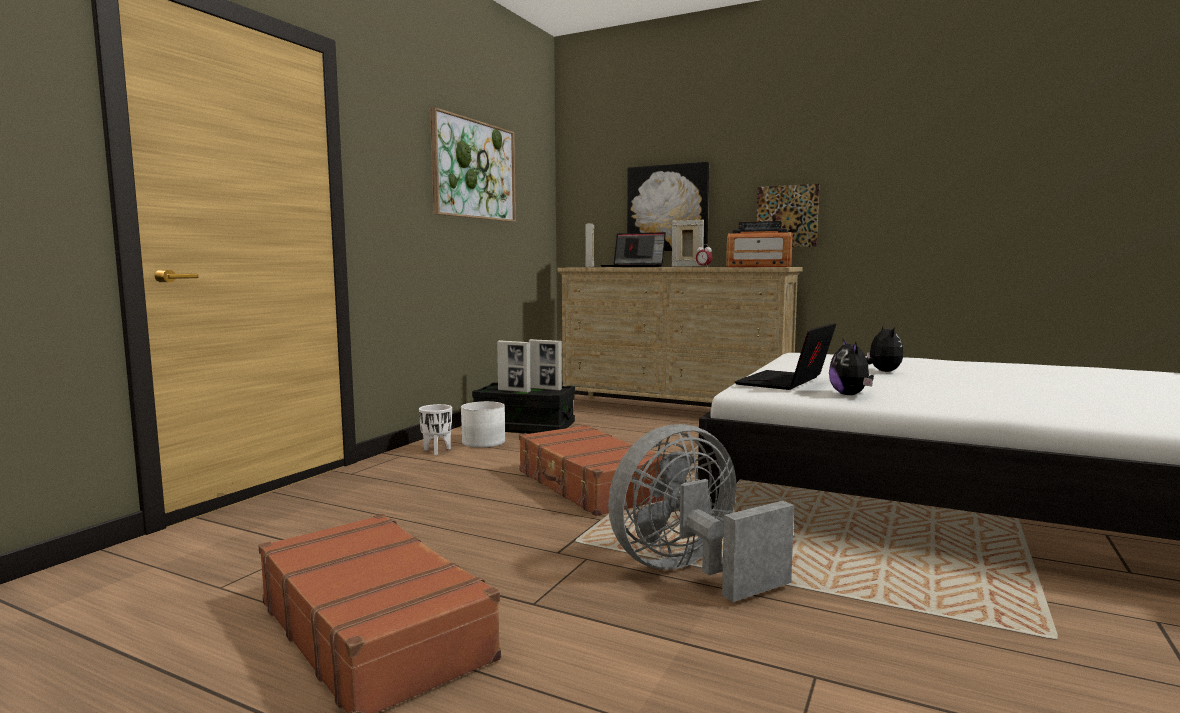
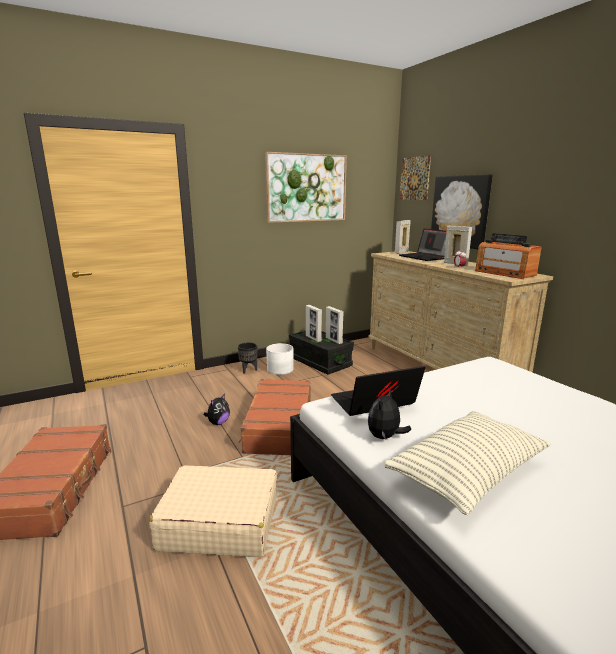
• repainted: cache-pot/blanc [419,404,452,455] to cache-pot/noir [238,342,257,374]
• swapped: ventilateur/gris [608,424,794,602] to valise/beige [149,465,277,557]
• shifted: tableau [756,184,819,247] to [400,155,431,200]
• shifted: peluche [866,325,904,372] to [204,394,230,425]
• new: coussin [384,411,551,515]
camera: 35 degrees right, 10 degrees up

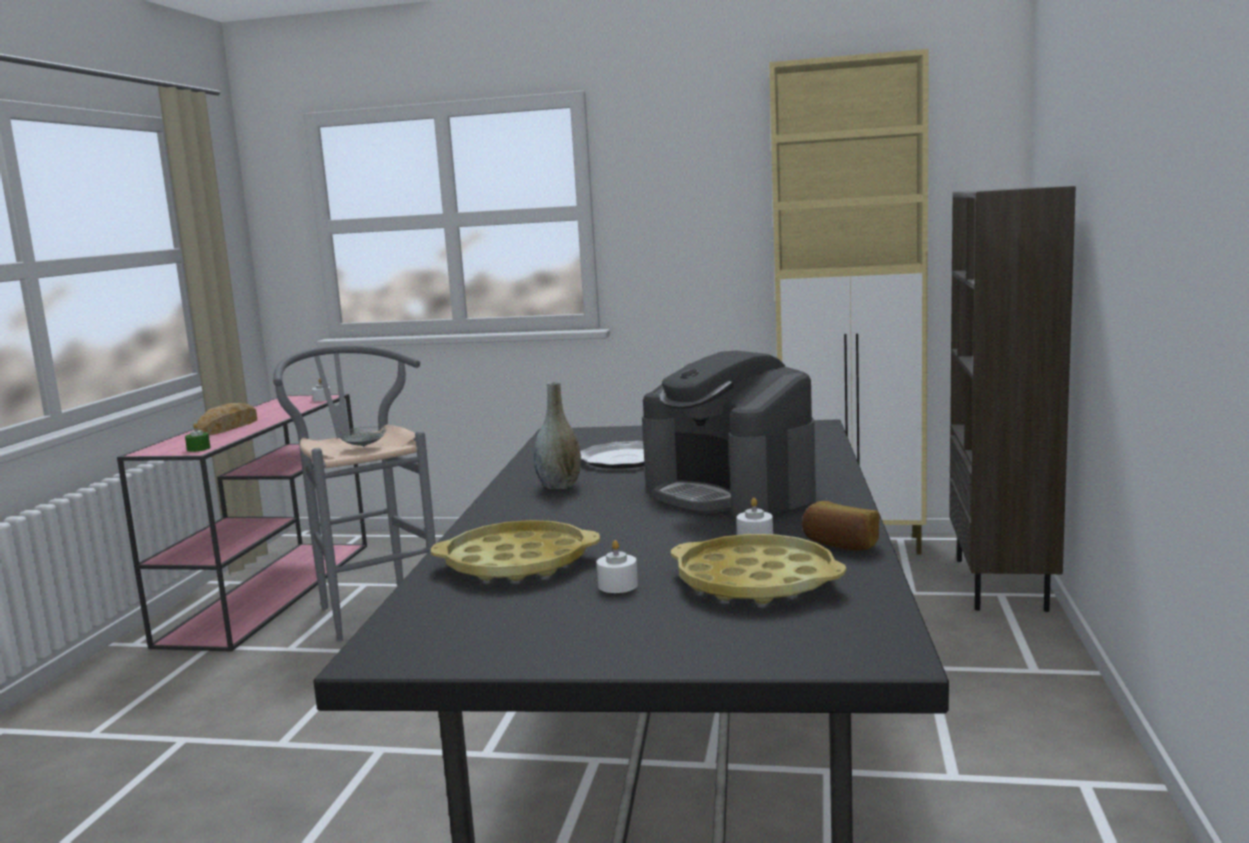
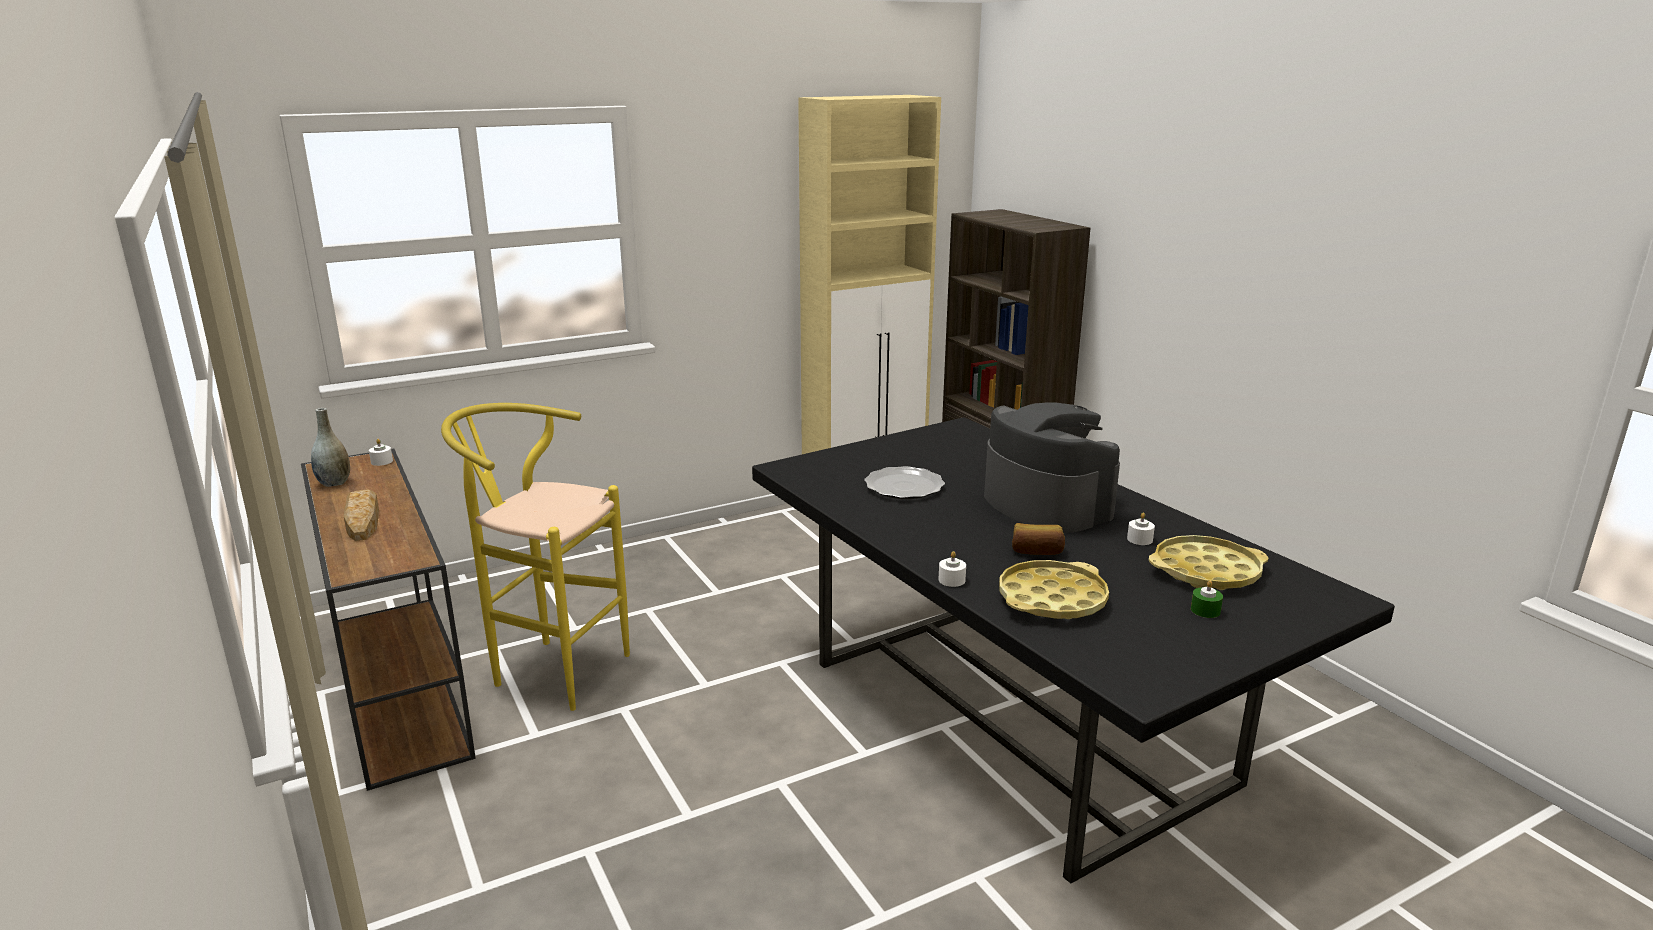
• repainted: table console/rose [117,394,367,652] to table console/marron [301,449,476,791]
• shifted: bougie/vert [185,423,211,452] to [1191,580,1223,618]
• repainted: tabouret/gris [273,345,436,641] to tabouret/jaune [441,403,630,711]
• gone: assiette/gris [338,427,386,447]
• shifted: vase/gris [534,382,581,489] to [311,408,350,487]
• shifted: bougie/blanc [597,540,638,593] to [938,551,966,587]
• rotated: machine à café [642,351,816,517] = [984,403,1120,533] 135 degrees counterclockwise
• shifted: pain [802,501,879,551] to [1012,523,1065,555]
camera: 40 degrees left, 10 degrees up

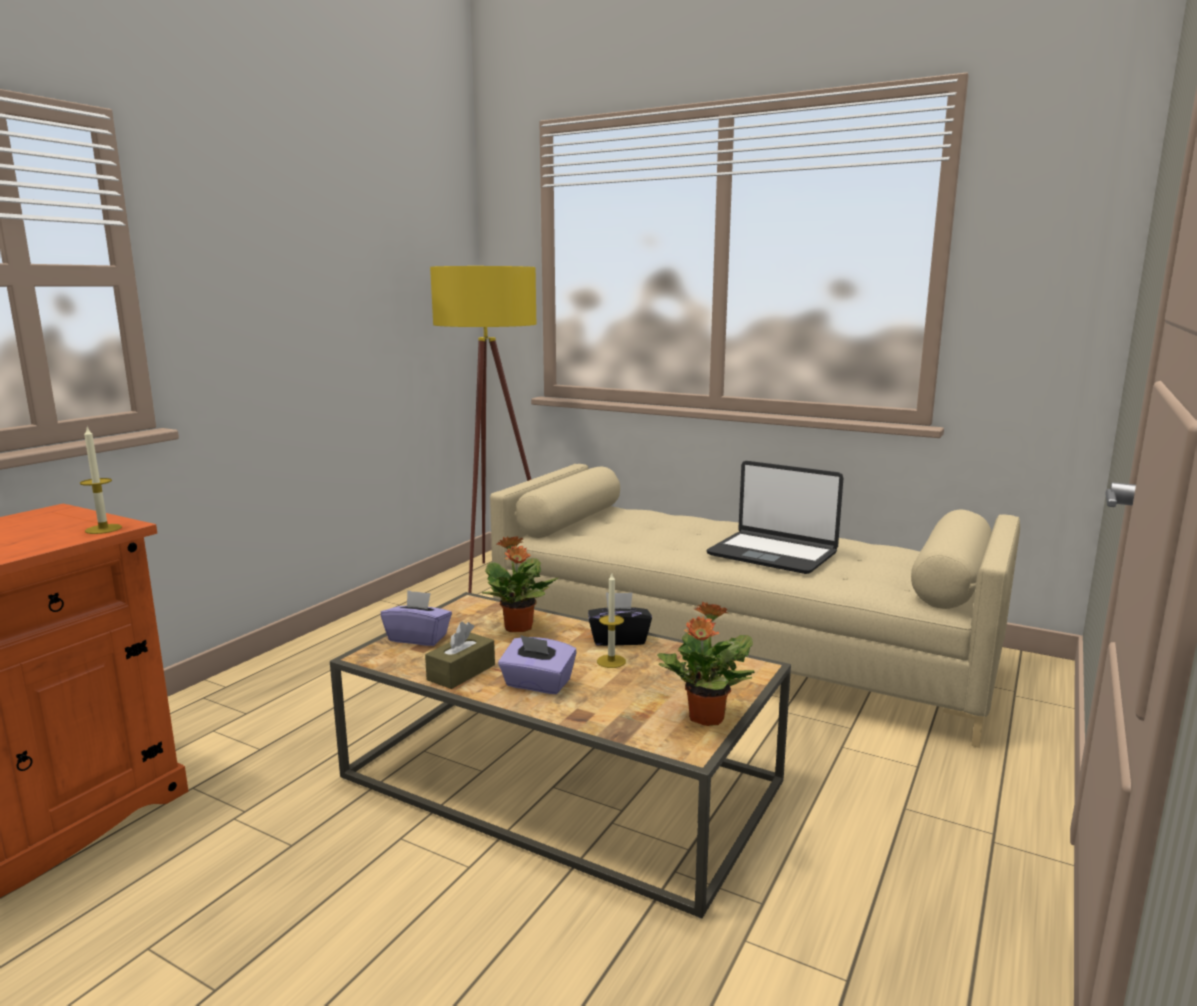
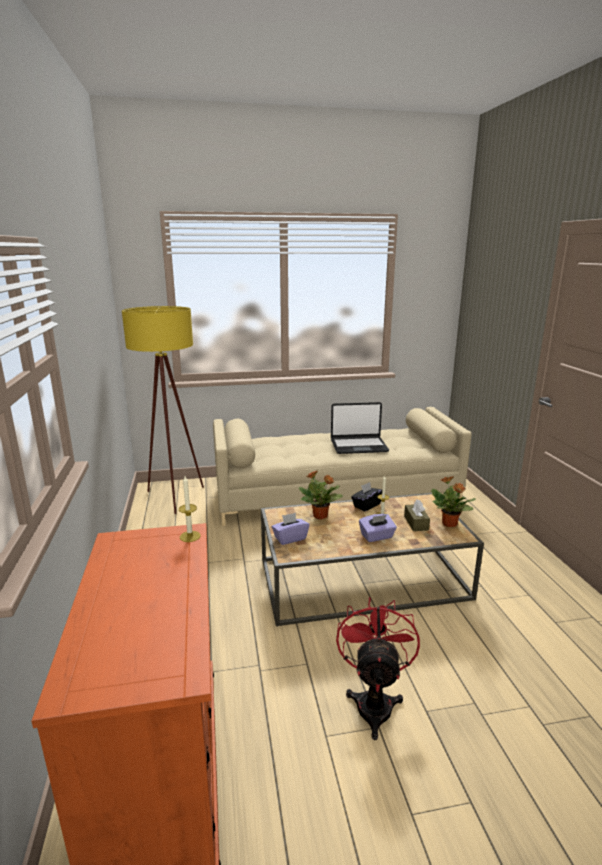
• shifted: boîte à mouchoirs/marron [425,622,495,689] to [404,500,430,531]
• new: ventilateur/rouge [336,597,420,740]
camera: 40 degrees left, 5 degrees up

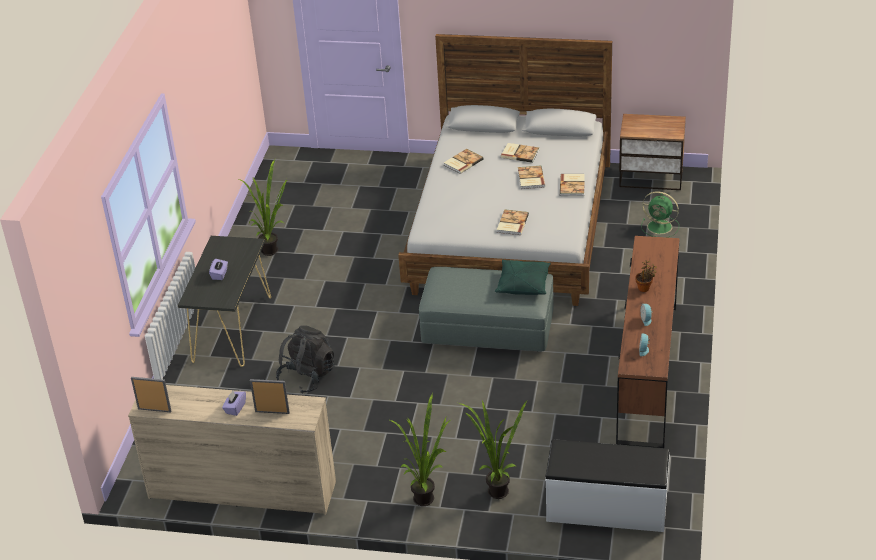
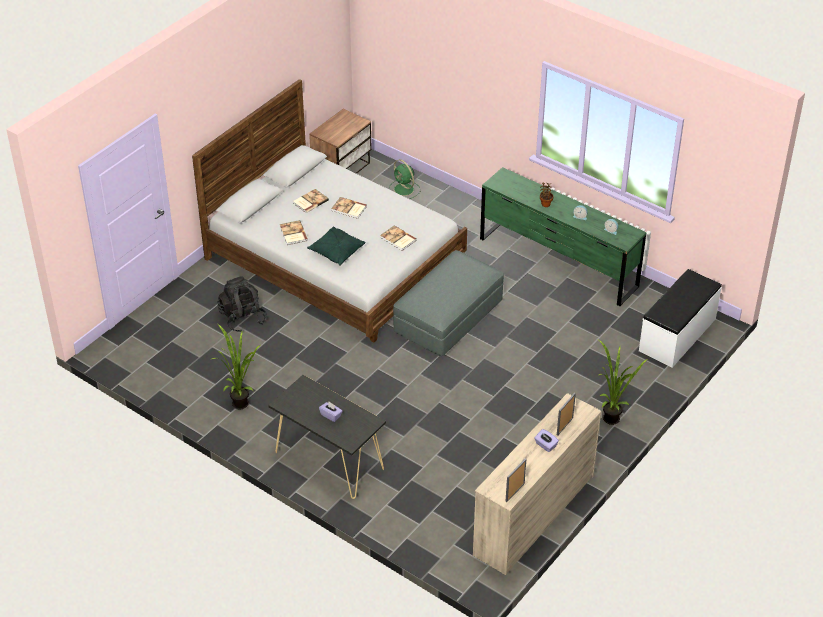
• shifted: sac à dos/noir [276,325,335,394] to [217,276,267,332]
• gone: plante en pot [459,401,527,499]
• shifted: coussin/vert [495,260,551,295] to [307,226,366,265]
• gone: livre [560,174,585,196]
• repainted: commode/marron [616,236,680,448] to commode/vert [480,167,646,306]
• rotated: ventilateur/vert [641,191,679,238] = [389,159,421,199] 90 degrees clockwise
camera: 65 degrees left, 5 degrees up

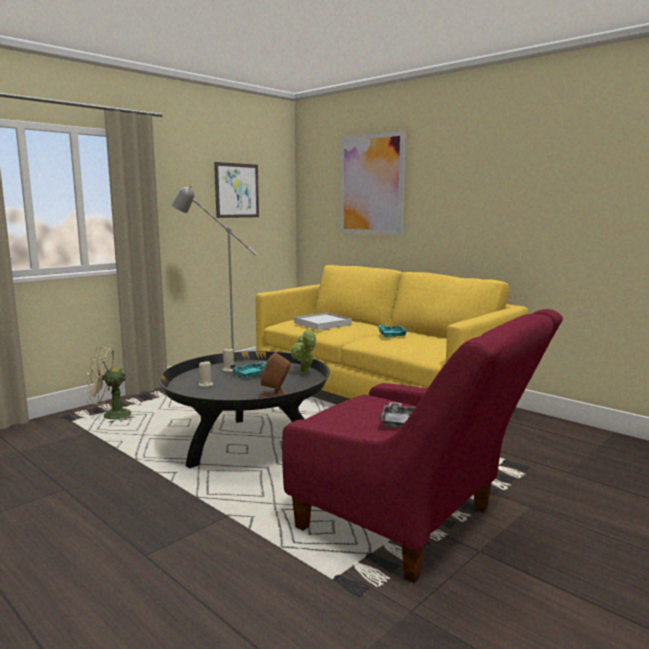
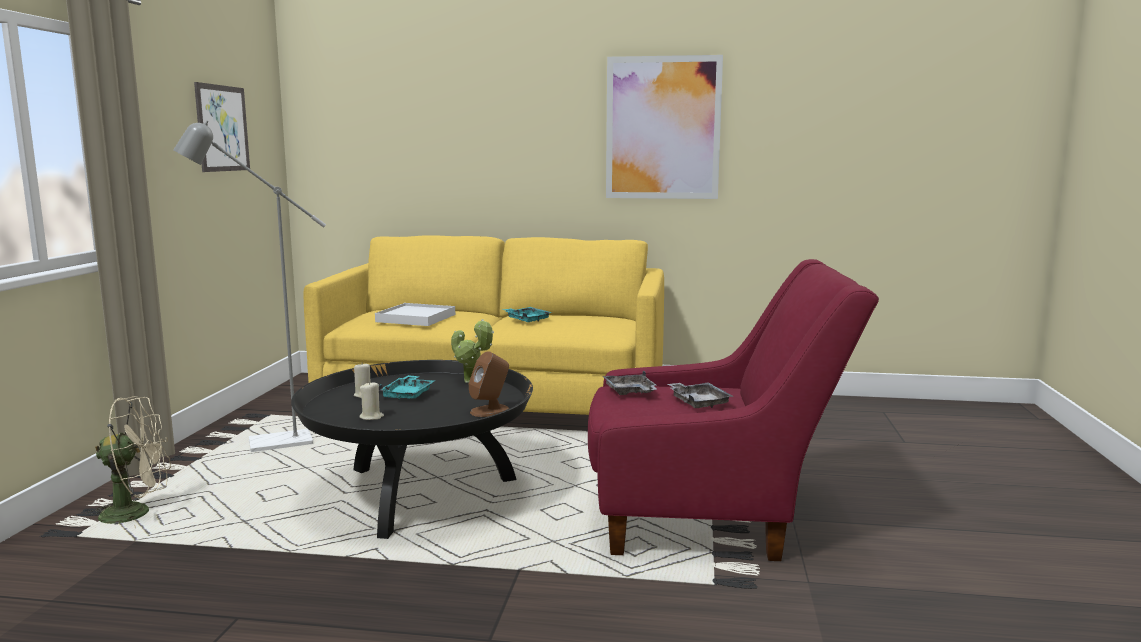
• rotated: ventilateur/beige [86,347,134,423] = [88,396,171,528] 150 degrees counterclockwise
• shifted: tableau [341,131,406,235] to [606,55,723,199]
• new: plateau/gris [603,370,657,395]
camera: 35 degrees left, 0 degrees up

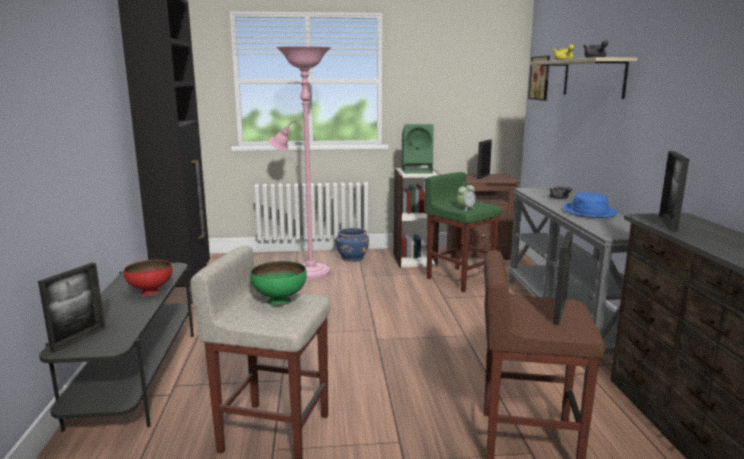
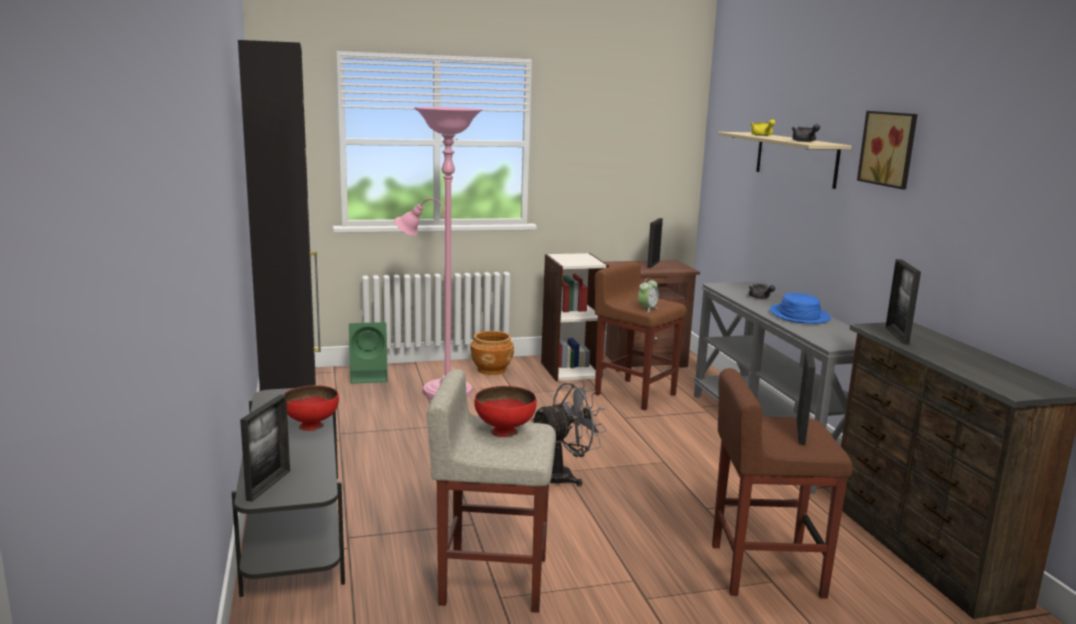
• repainted: bol/vert [250,261,307,306] to bol/rouge [475,386,537,437]
• repainted: cache-pot/bleu [335,228,369,262] to cache-pot/marron [470,331,514,375]
• shifted: enceinte/vert [401,124,434,174] to [349,322,388,384]
• repainted: tabouret/vert [425,172,502,292] to tabouret/marron [595,262,687,410]
• shifted: tableau [528,56,550,101] to [857,111,918,189]
• new: ventilateur/gris [530,381,607,486]
camera: 10 degrees left, 0 degrees up

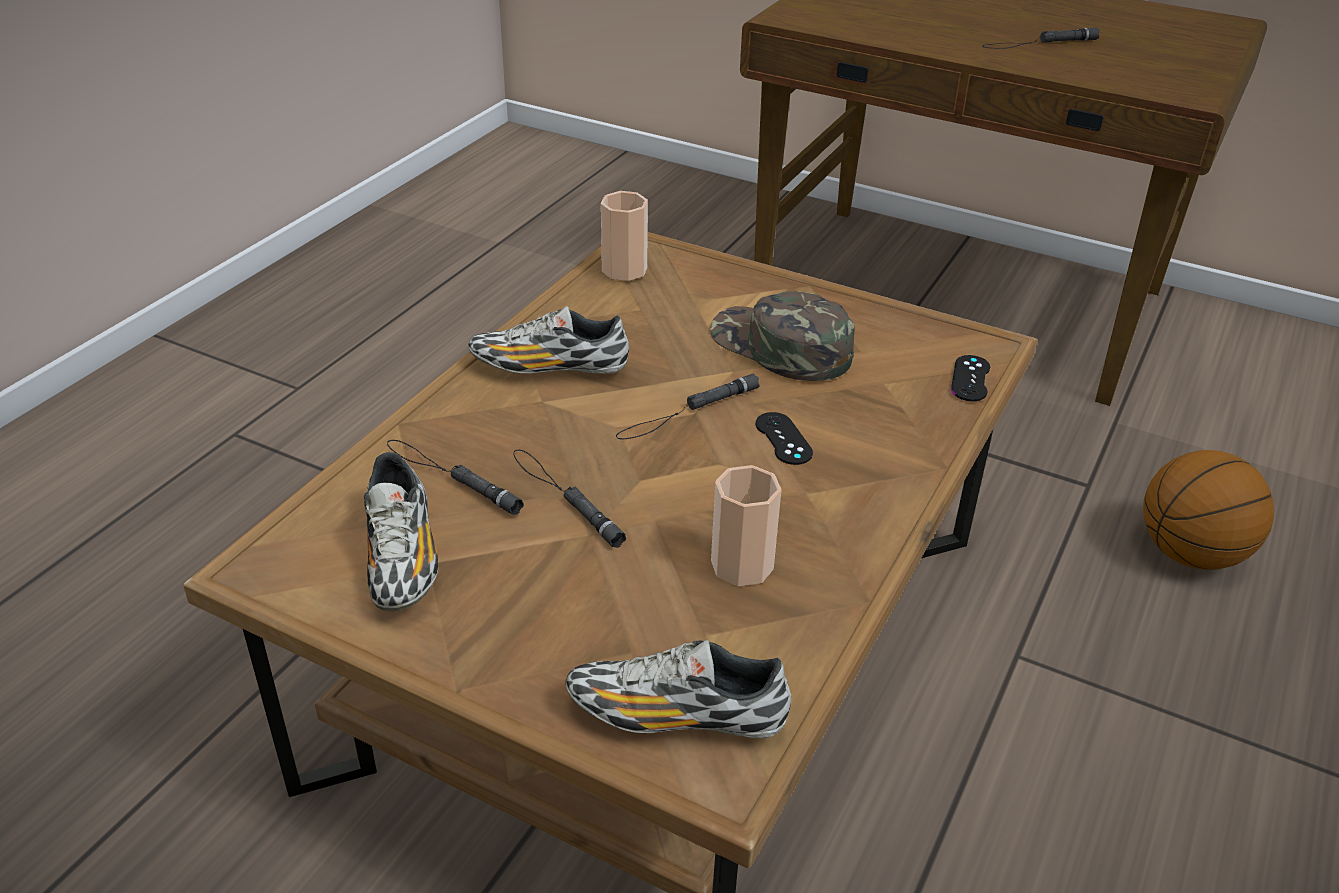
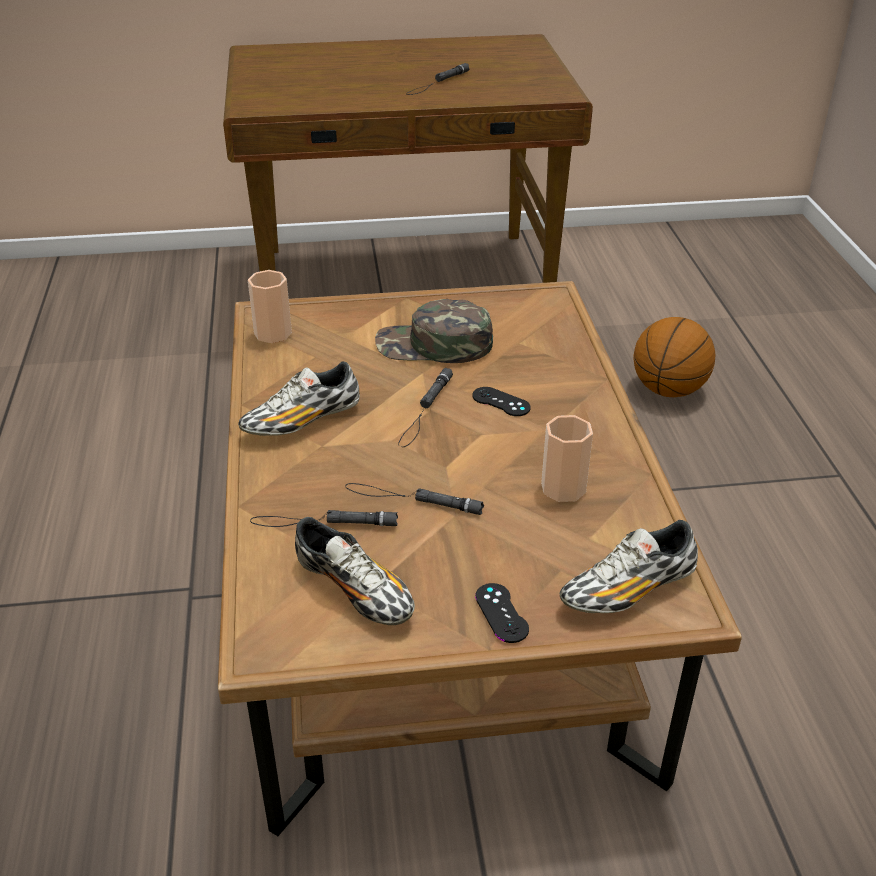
• shifted: manette/noir [951,355,990,401] to [475,583,529,643]
camera: 35 degrees left, 0 degrees up

